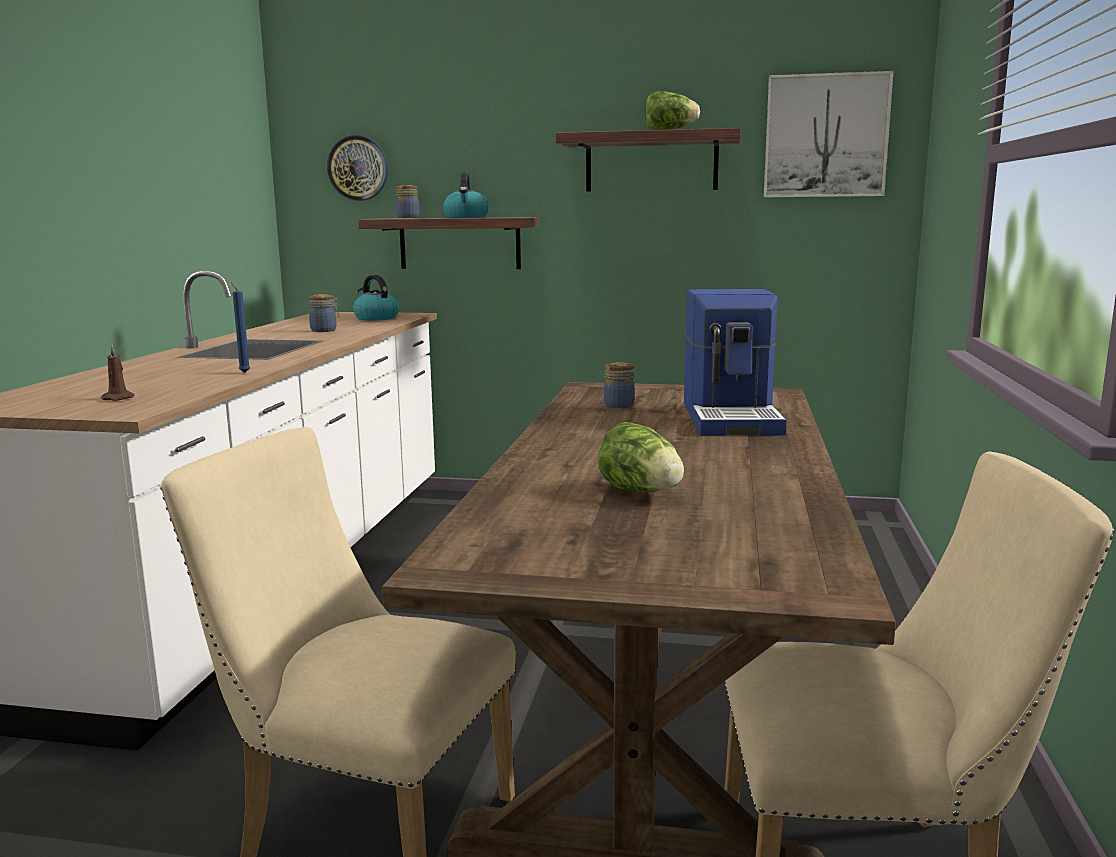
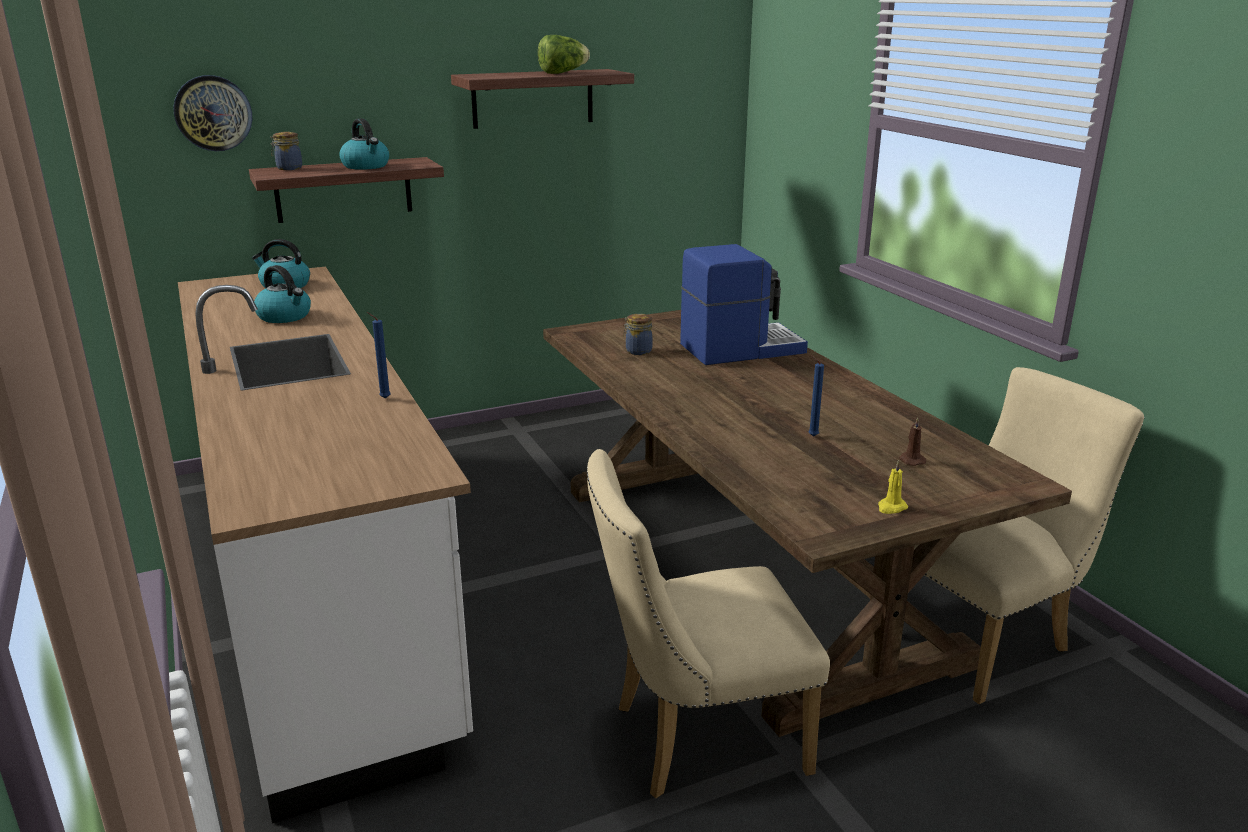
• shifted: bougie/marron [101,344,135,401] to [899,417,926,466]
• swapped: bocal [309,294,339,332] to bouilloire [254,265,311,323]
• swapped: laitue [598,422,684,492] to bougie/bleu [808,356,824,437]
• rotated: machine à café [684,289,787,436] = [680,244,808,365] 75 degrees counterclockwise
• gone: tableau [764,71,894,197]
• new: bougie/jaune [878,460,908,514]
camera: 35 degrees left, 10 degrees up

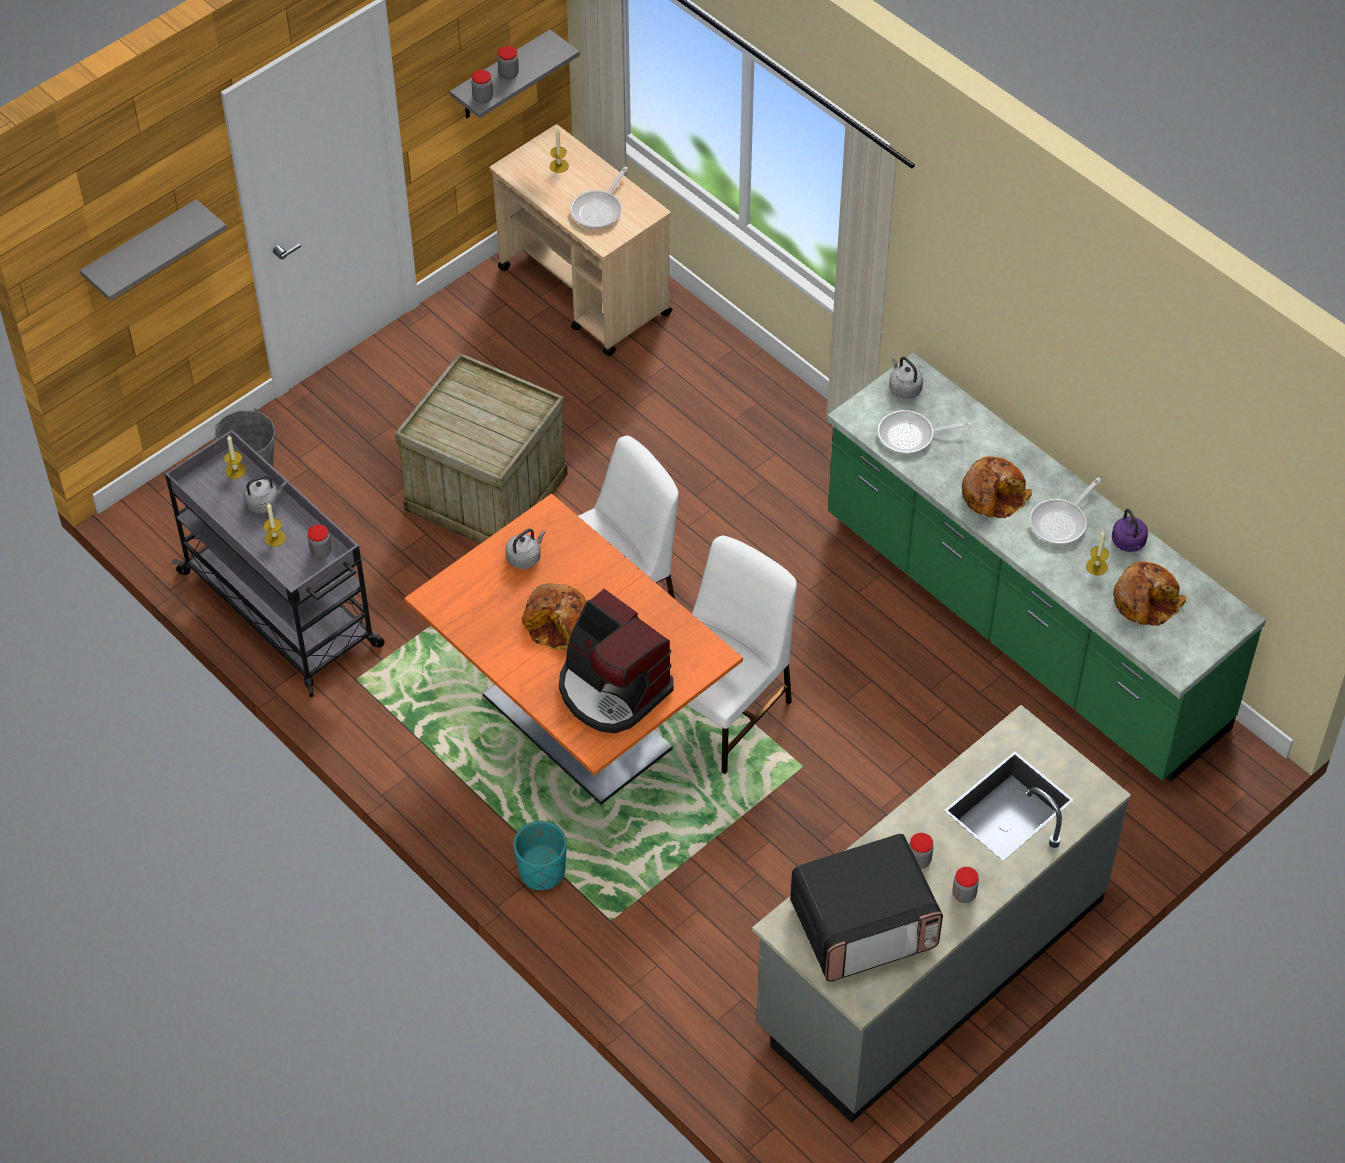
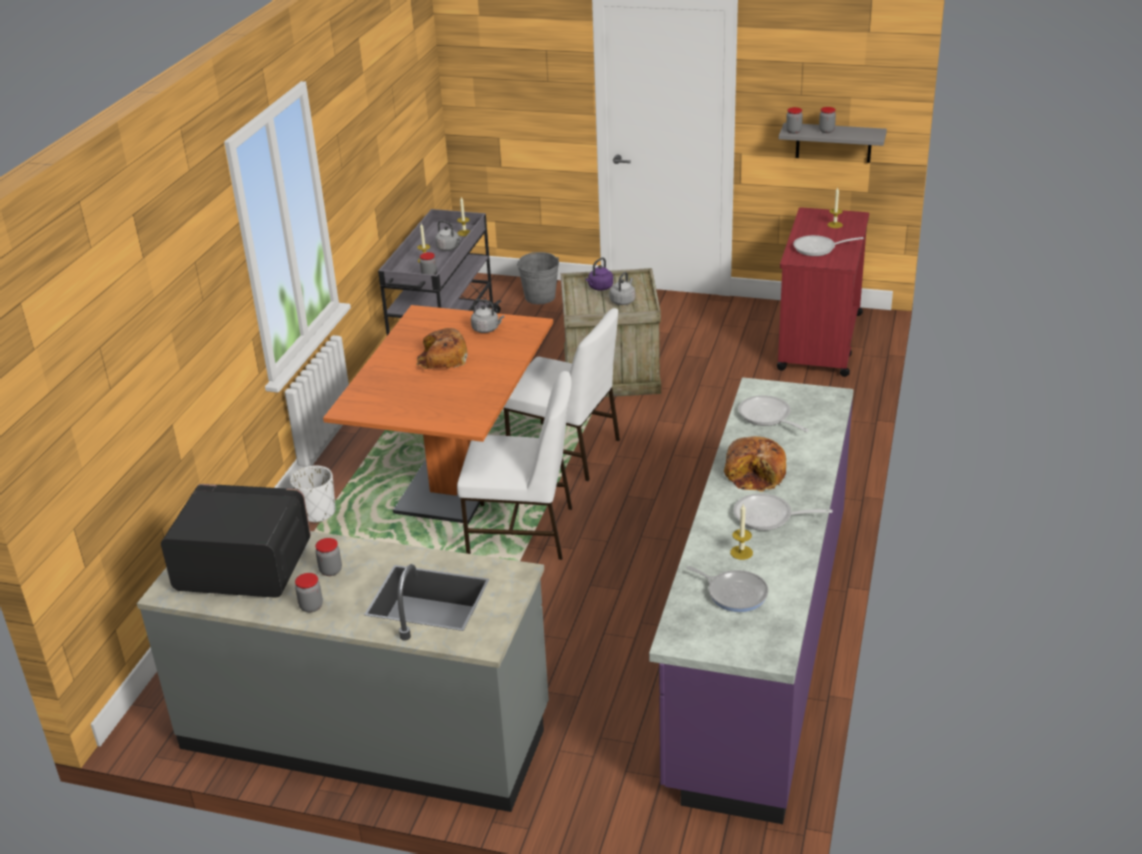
• gone: étagère/gris [80,199,227,301]
• repainted: chariot/beige [490,125,672,356] to chariot/rouge [777,207,869,377]
• repainted: cache-pot/turquoise [514,821,567,890] to cache-pot/blanc [290,465,336,523]
• gone: machine à café [559,589,674,733]
• rotated: micro-ondes [790,834,943,982] = [161,484,311,598] 150 degrees clockwise
• repainted: comptoir de cuisine/vert [827,353,1266,782] to comptoir de cuisine/violet [649,377,854,824]
• shifted: bouilloire/gris [889,357,923,399] to [610,272,635,305]
• shifted: bouilloire/violet [1112,509,1148,552] to [586,257,613,291]
• swapped: pain [1113,561,1186,626] to poêle [687,566,768,612]
camera: 60 degrees right, 20 degrees down

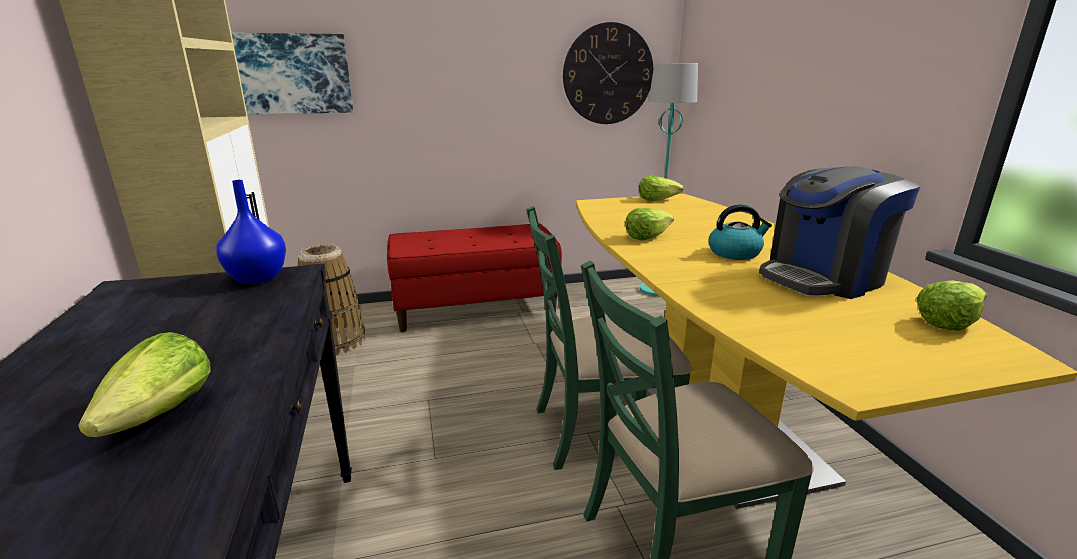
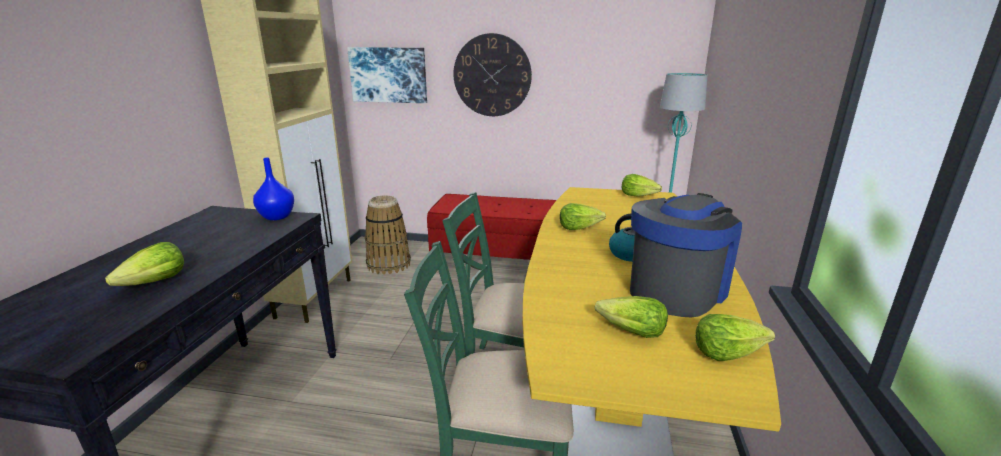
• shifted: horloge murale [563,22,653,124] to [453,33,532,116]
• rotated: machine à café [759,166,920,299] = [630,193,742,318] 135 degrees clockwise
• new: laitue [595,296,668,338]
camera: 25 degrees right, 0 degrees up

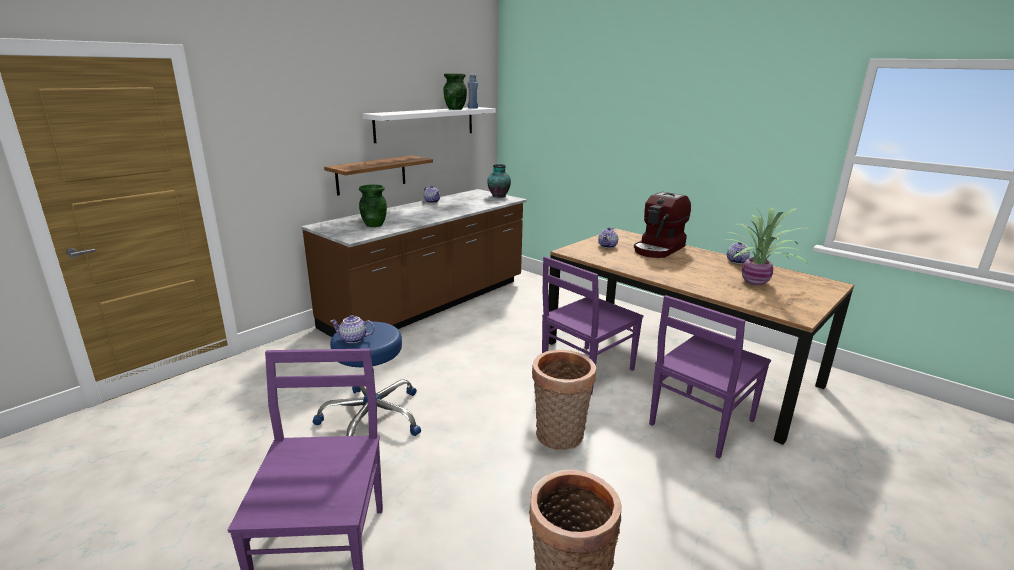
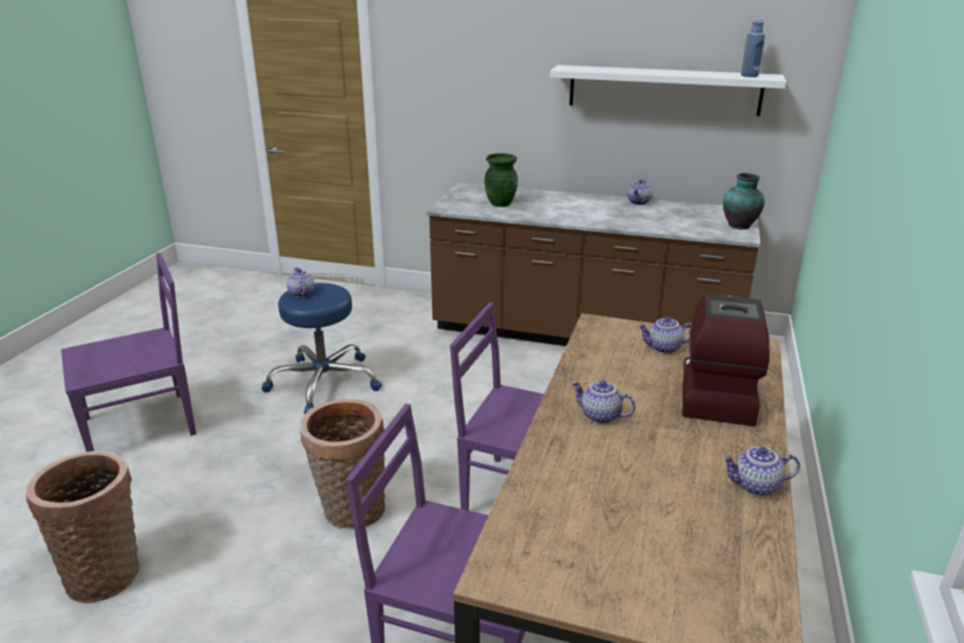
• gone: étagère [324,155,433,196]
• gone: vase/vert [443,73,467,110]
• rotated: machine à café [634,192,691,258] = [682,294,770,426] 90 degrees clockwise
• gone: plante en pot [723,205,810,285]
• new: théière [571,381,635,424]
camera: 65 degrees right, 5 degrees up

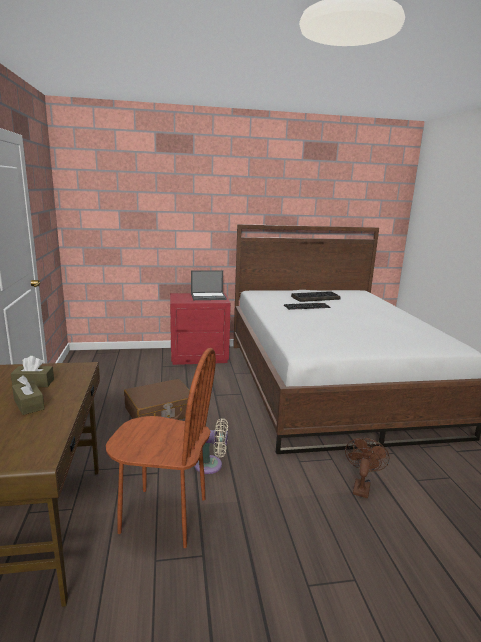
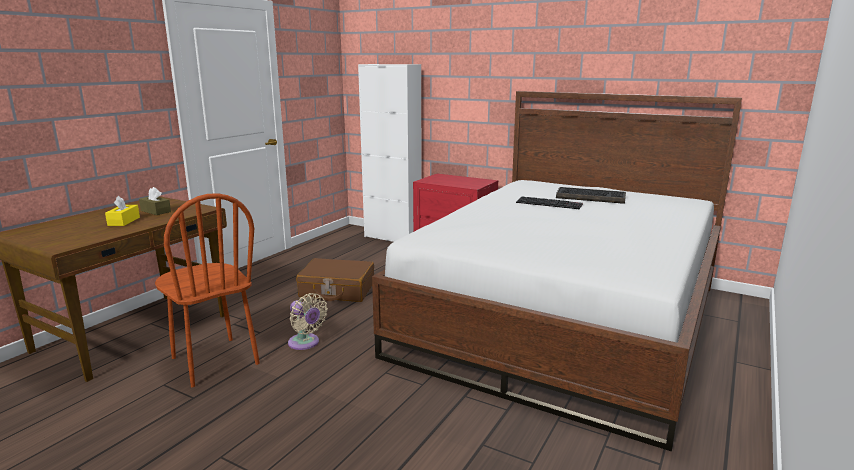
• repainted: boîte à mouchoirs/marron [12,375,45,415] to boîte à mouchoirs/jaune [105,196,140,226]
• gone: ordinateur portable [191,270,227,300]
• gone: ventilateur/marron [345,438,389,498]
• new: meuble de rangement/blanc [358,64,422,242]
camera: 40 degrees right, 0 degrees up

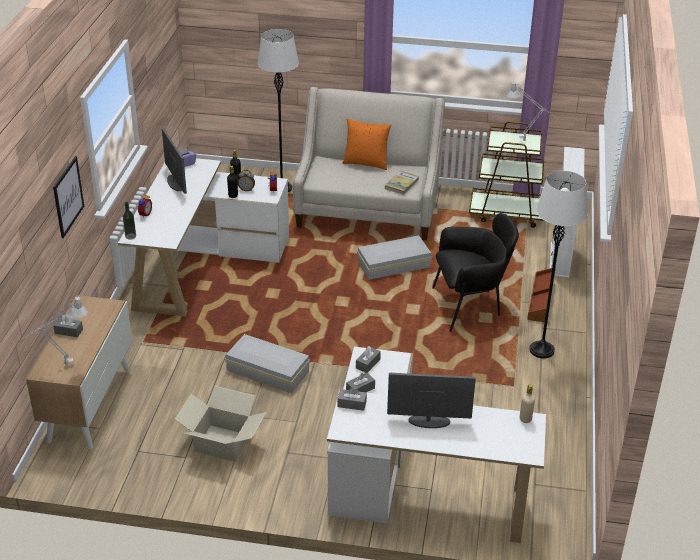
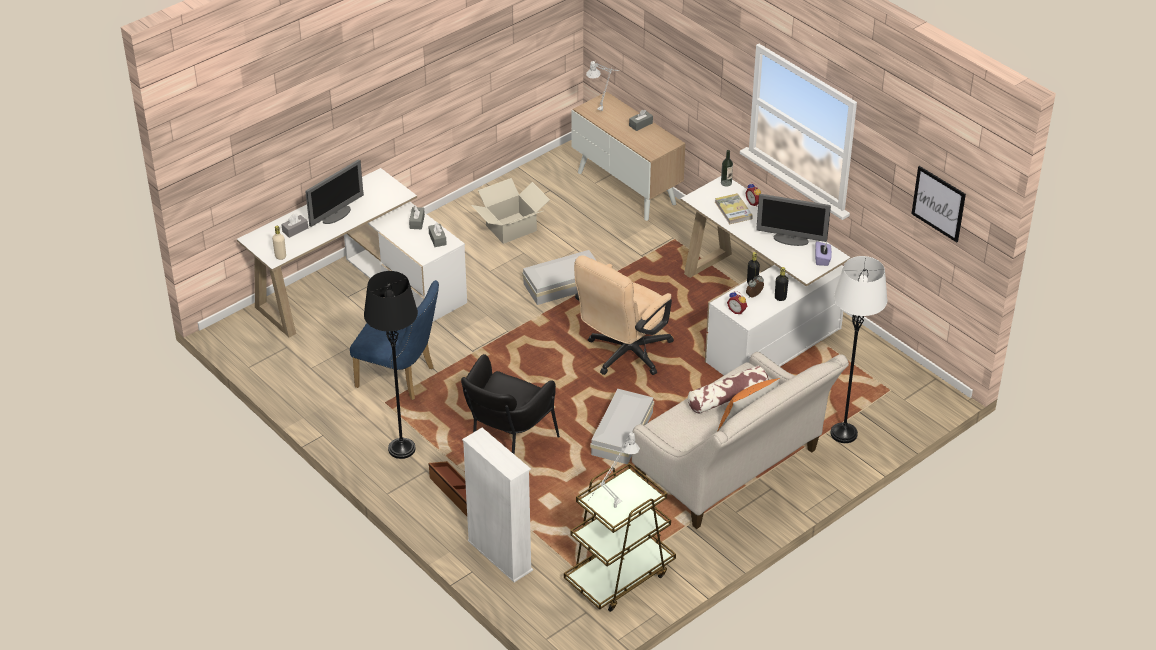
• shifted: tableau [53,156,84,238] to [911,166,966,242]
• shifted: boîte à mouchoirs/gris [337,388,367,411] to [281,214,308,238]
• shifted: livre [385,170,419,195] to [715,193,753,224]
• repainted: lampadaire/blanc [529,171,587,358] to lampadaire/noir [364,271,418,459]
• new: chaise/bleu [350,280,439,400]
• new: chaise de bureau/beige [574,256,674,375]
• new: coussin [688,365,769,414]
camera: 130 degrees right, 5 degrees up

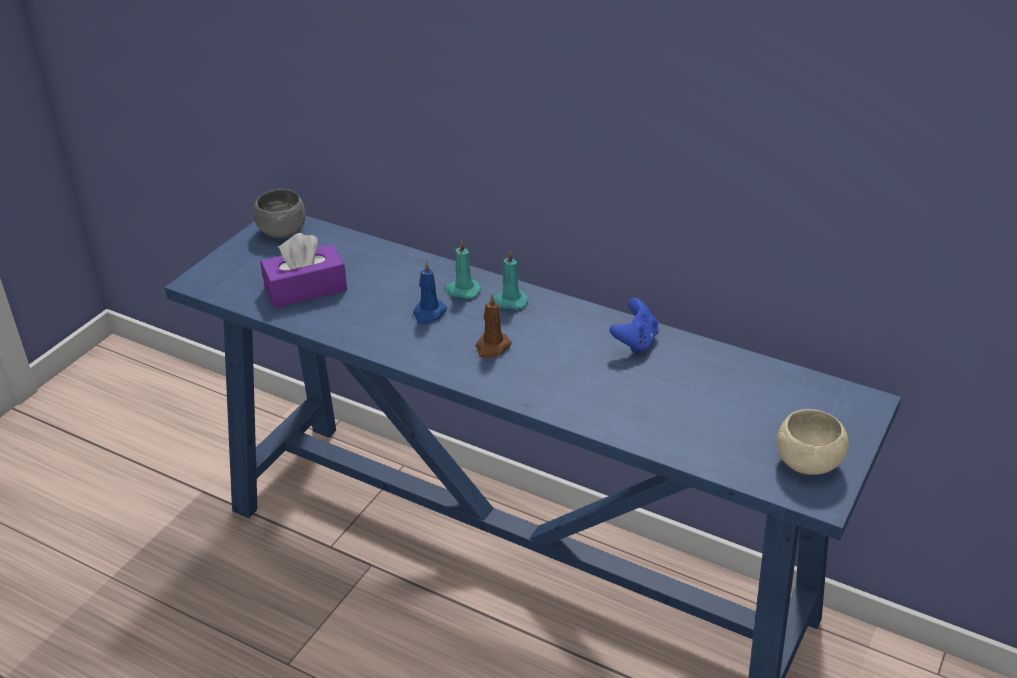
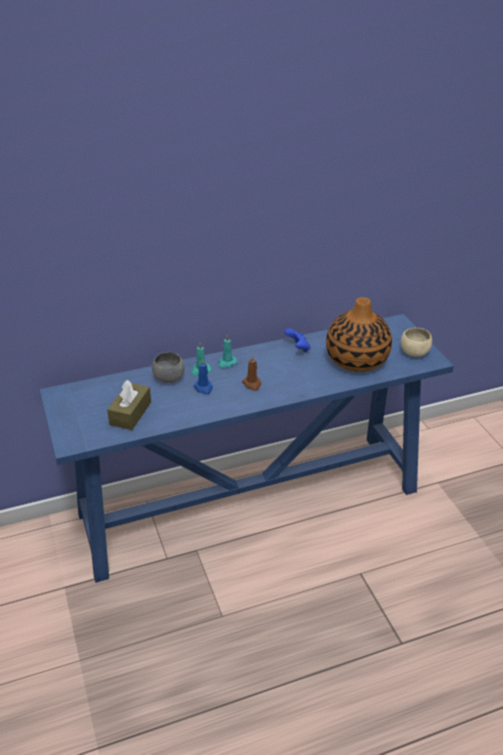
• shifted: bol/gris [253,189,305,238] to [152,352,185,383]
• repainted: boîte à mouchoirs/violet [260,233,347,308] to boîte à mouchoirs/marron [107,380,151,430]
• new: vase [326,297,392,372]
camera: 50 degrees left, 0 degrees up

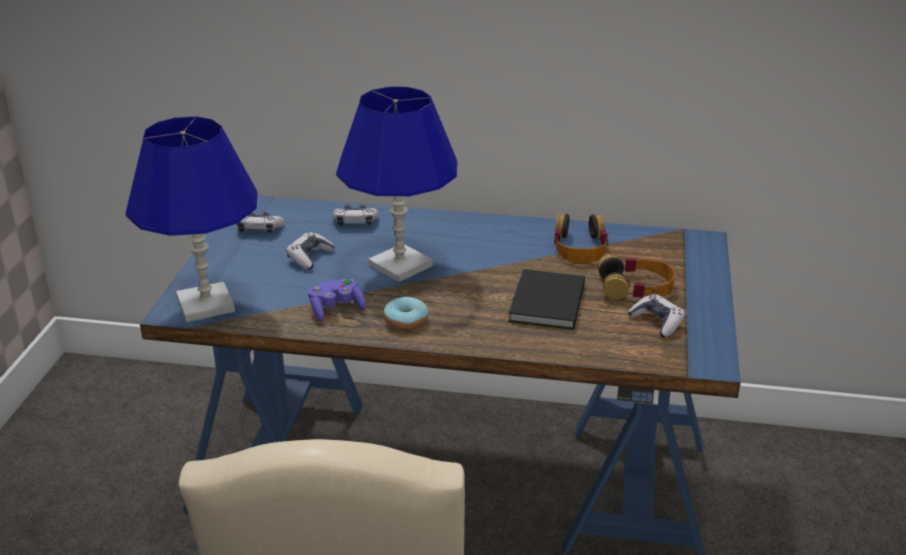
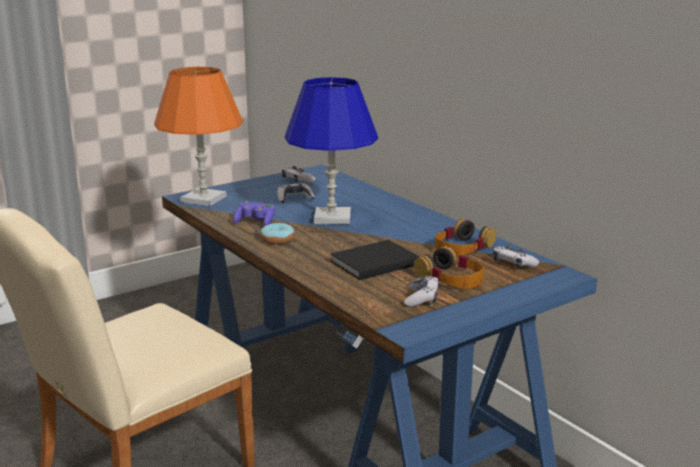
• repainted: lampe de table/bleu [126,116,257,322] to lampe de table/orange [154,67,243,206]
• shifted: manette [333,205,379,226] to [493,245,539,268]
camera: 45 degrees right, 10 degrees down

